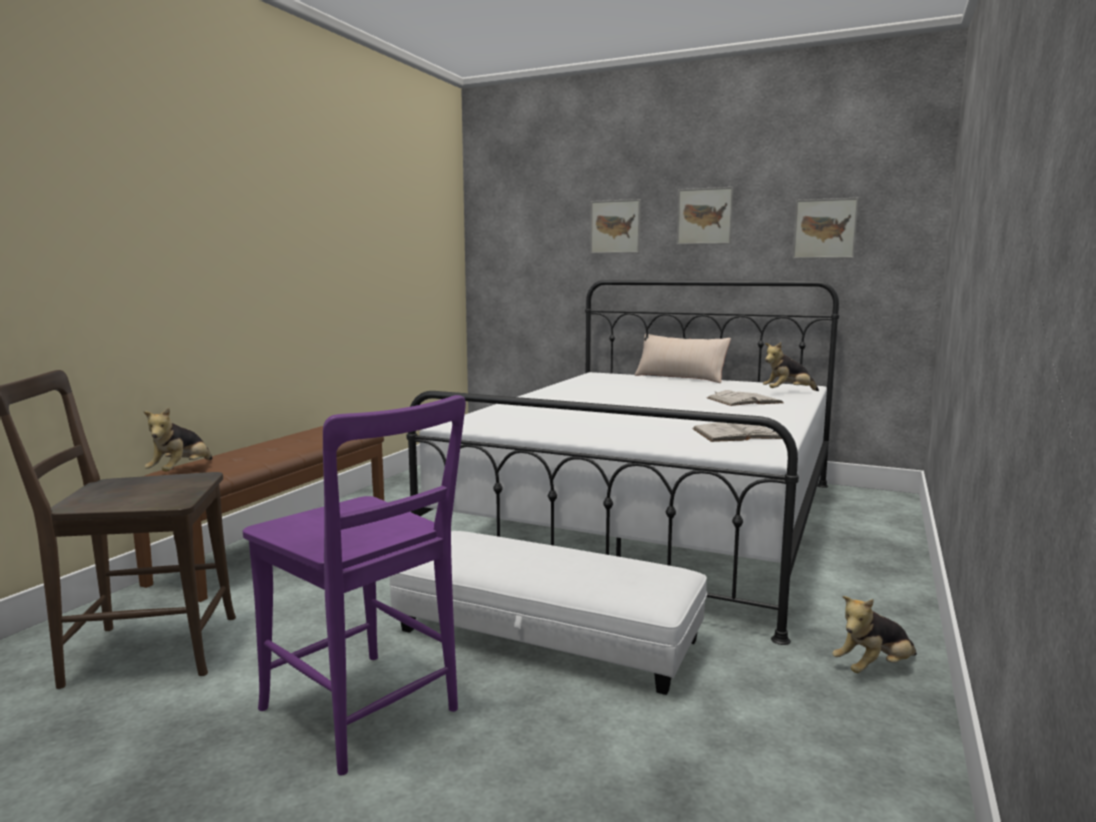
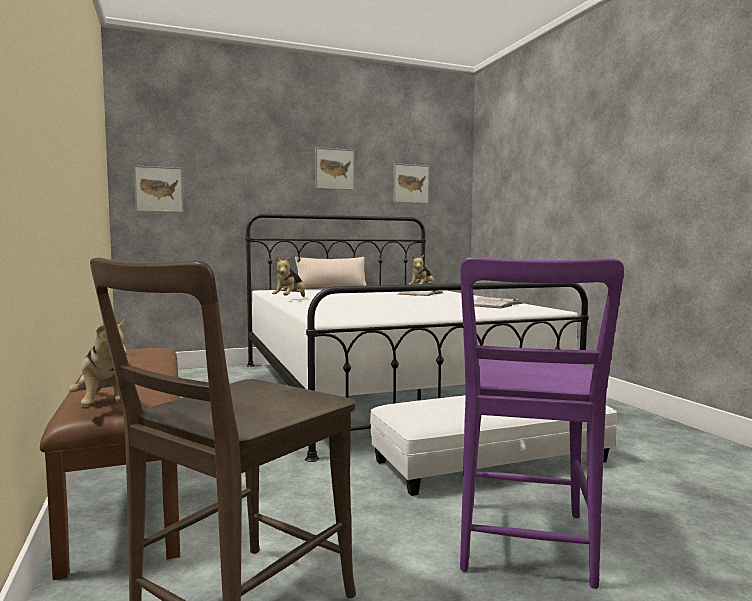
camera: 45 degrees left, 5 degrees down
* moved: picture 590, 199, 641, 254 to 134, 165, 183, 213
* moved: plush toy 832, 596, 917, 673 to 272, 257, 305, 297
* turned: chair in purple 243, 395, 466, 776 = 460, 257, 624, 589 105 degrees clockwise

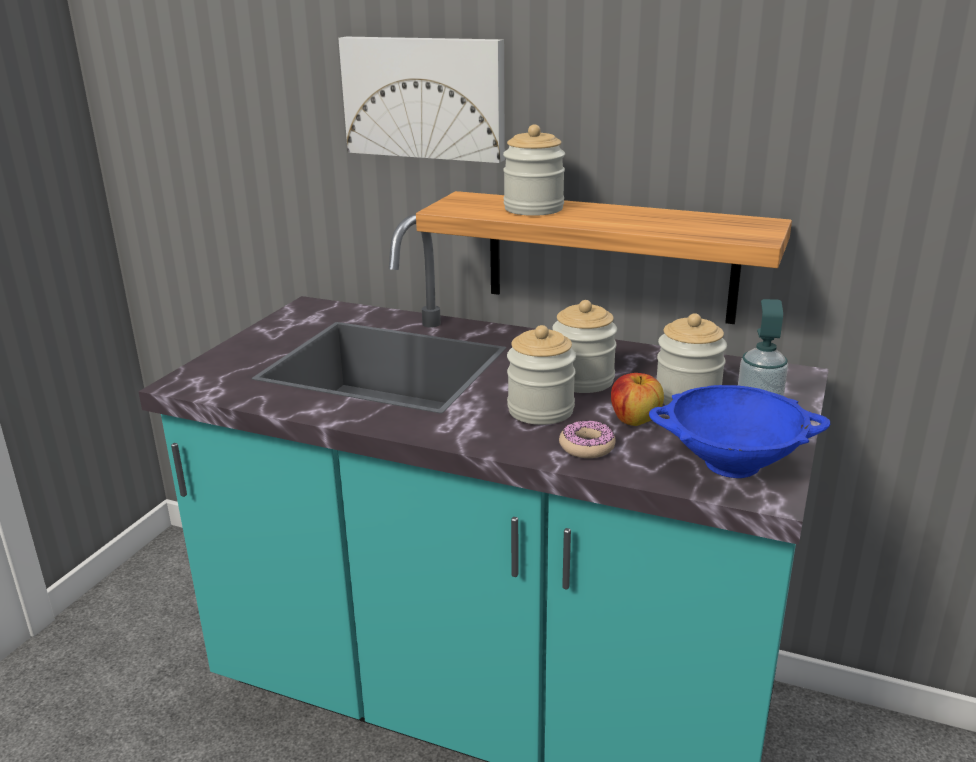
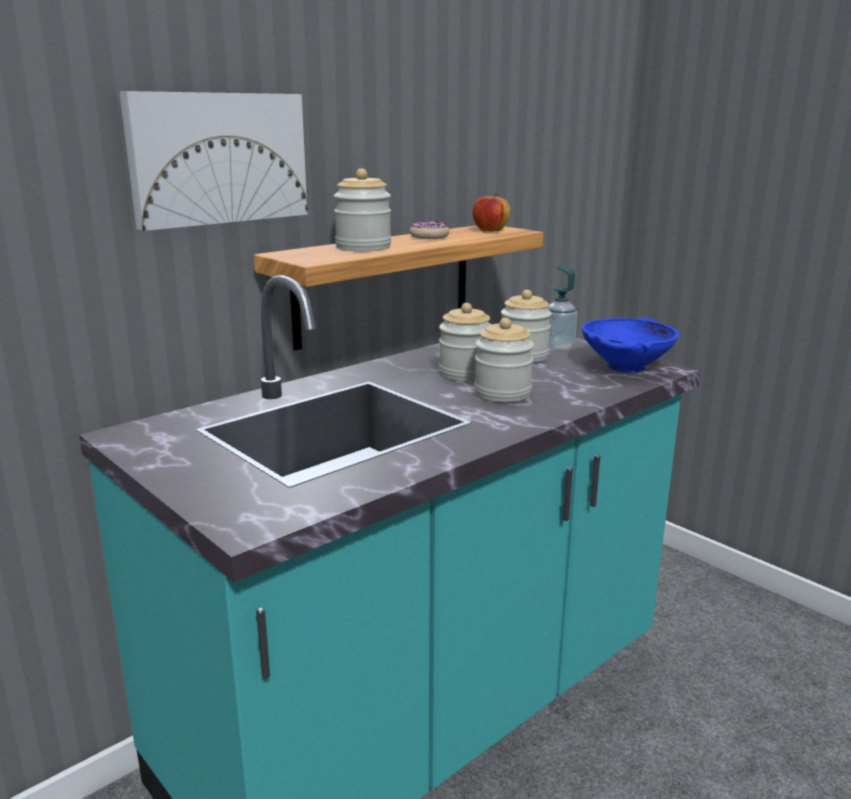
camera: 65 degrees left, 5 degrees down
* moved: donut 559, 420, 616, 458 to 410, 221, 450, 239
* moved: apple 611, 373, 664, 426 to 472, 192, 510, 232

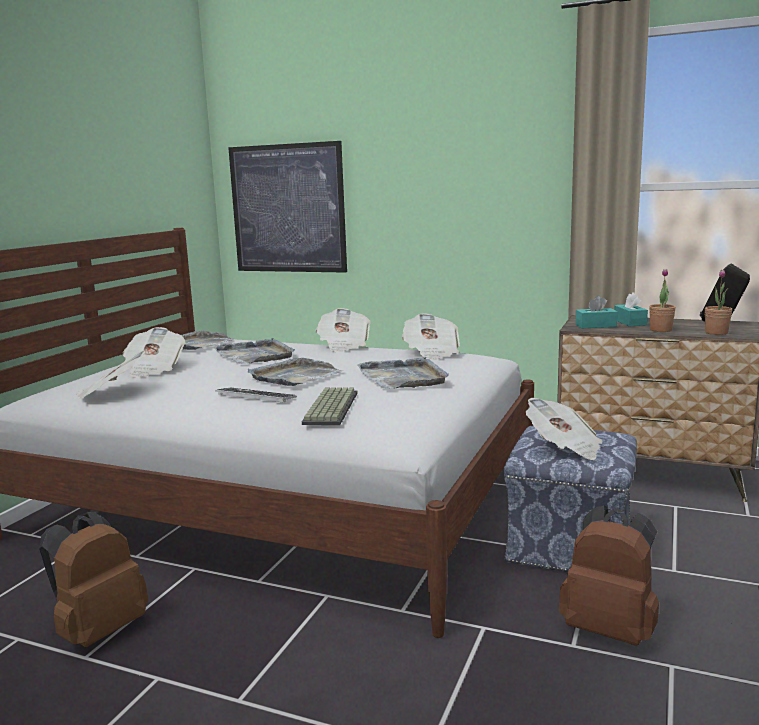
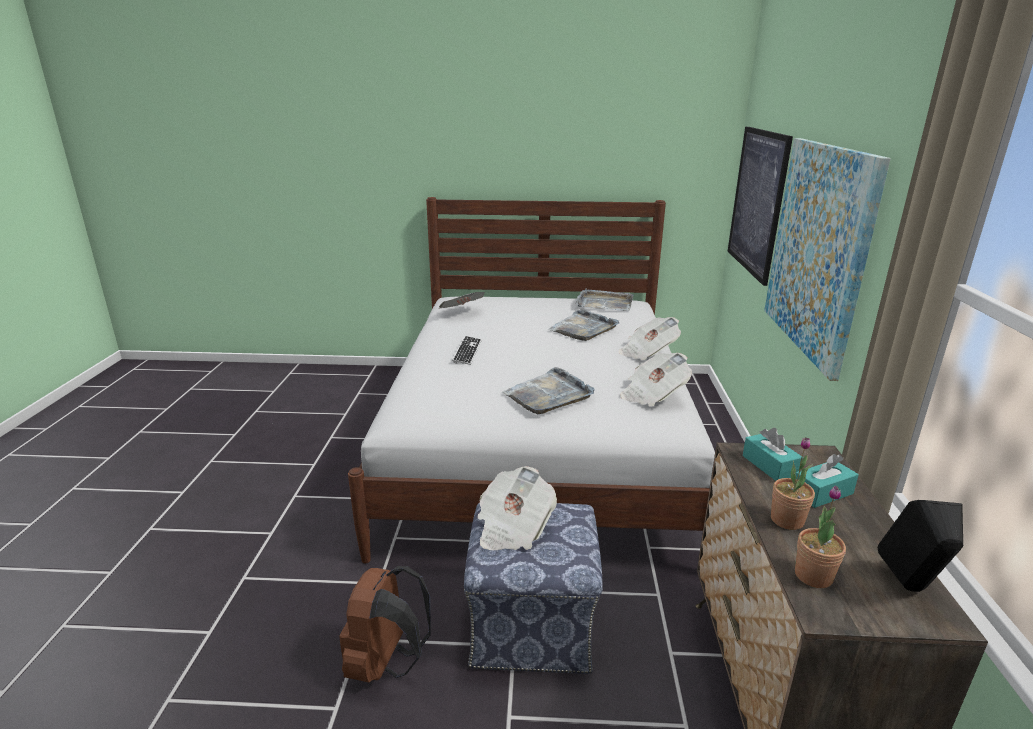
camera: 70 degrees right, 10 degrees up
* removed: backpack in brown 39, 512, 148, 647
* removed: newspaper 122, 327, 185, 378
* removed: tray in grey 247, 358, 343, 386
* removed: keyboard 302, 387, 357, 425
* added: picture 764, 138, 891, 381

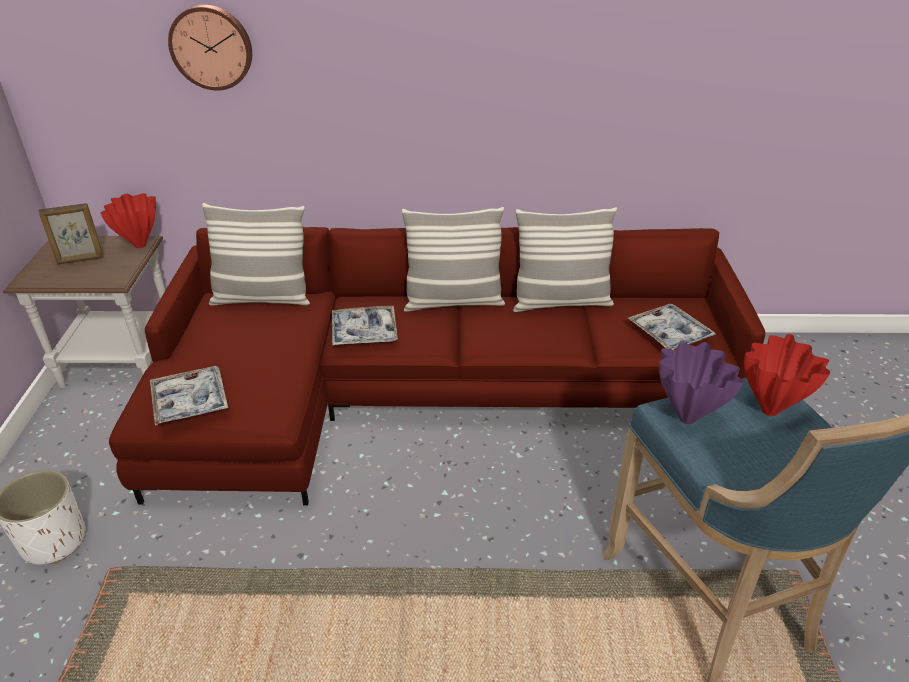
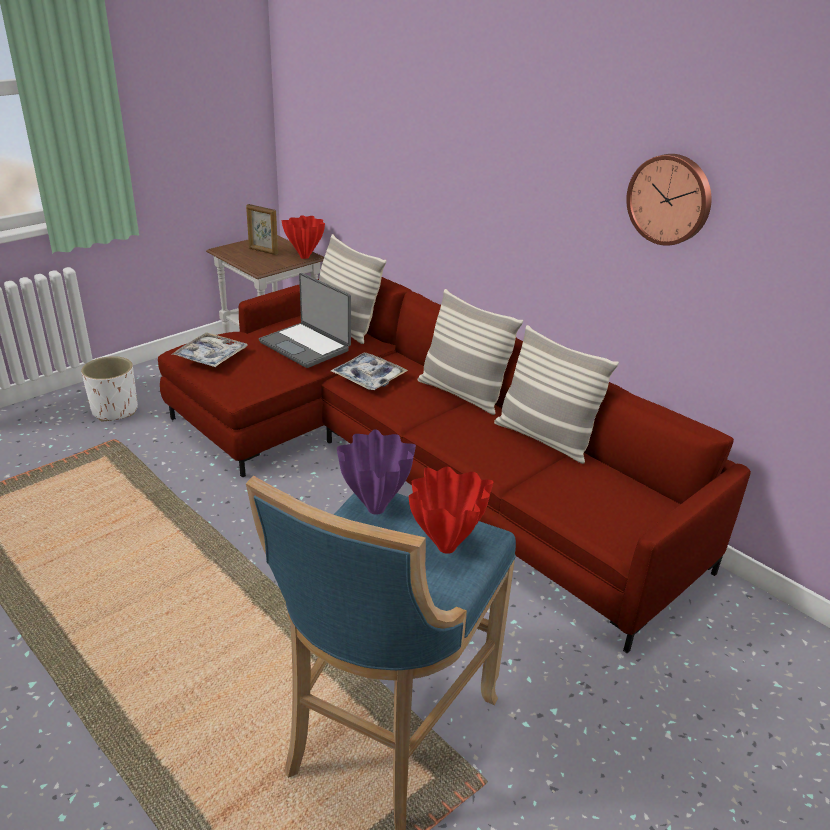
camera: 45 degrees right, 5 degrees down
* removed: tray 628, 304, 716, 350
* added: laptop 259, 273, 351, 368
* moved: wall clock 168, 5, 252, 90 to 626, 154, 711, 246

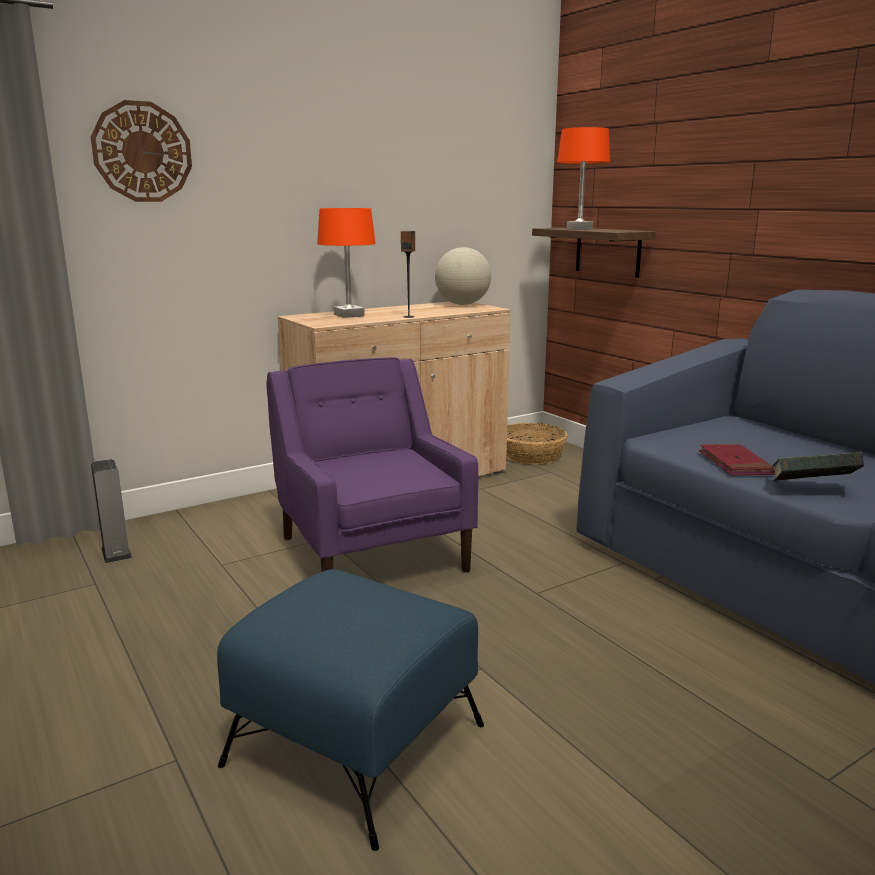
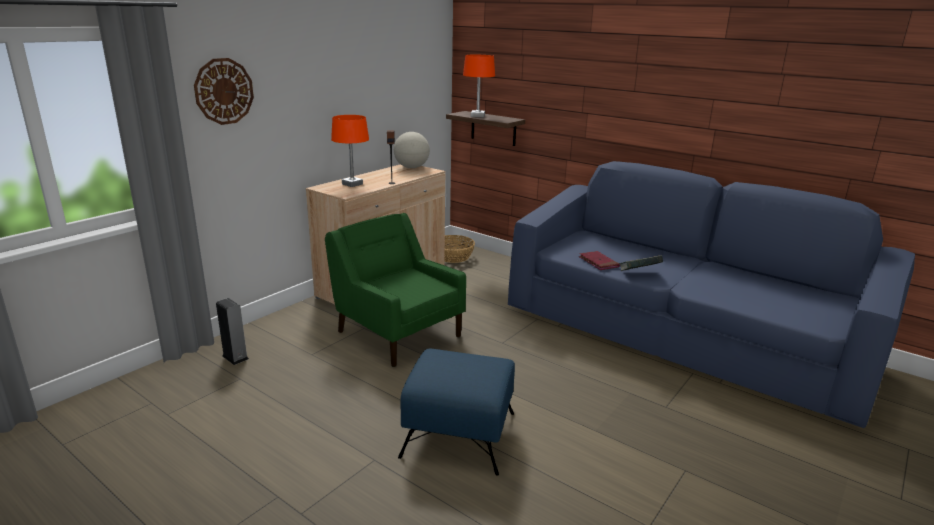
camera: 20 degrees left, 5 degrees up
* recoloured: armchair in purple 266, 357, 478, 573 to armchair in green 325, 213, 466, 367

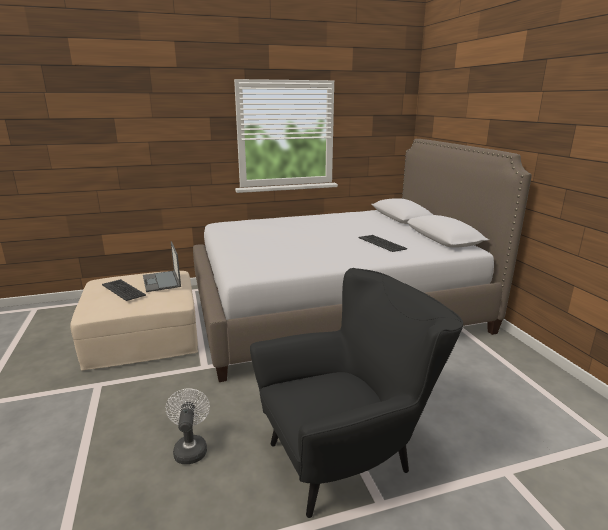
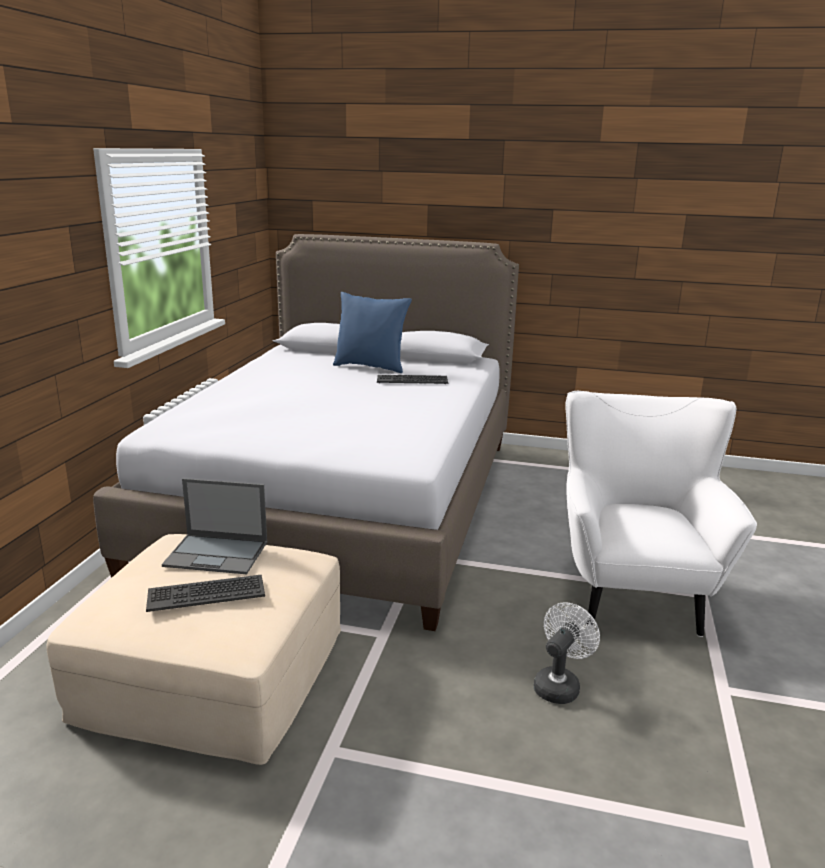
camera: 60 degrees left, 0 degrees up
* added: pillow in blue 333, 292, 412, 373
* recoloured: armchair in black 250, 268, 463, 518 to armchair in white 565, 391, 757, 637
* turned: fan in white 166, 388, 210, 464 = 534, 602, 600, 704 105 degrees clockwise

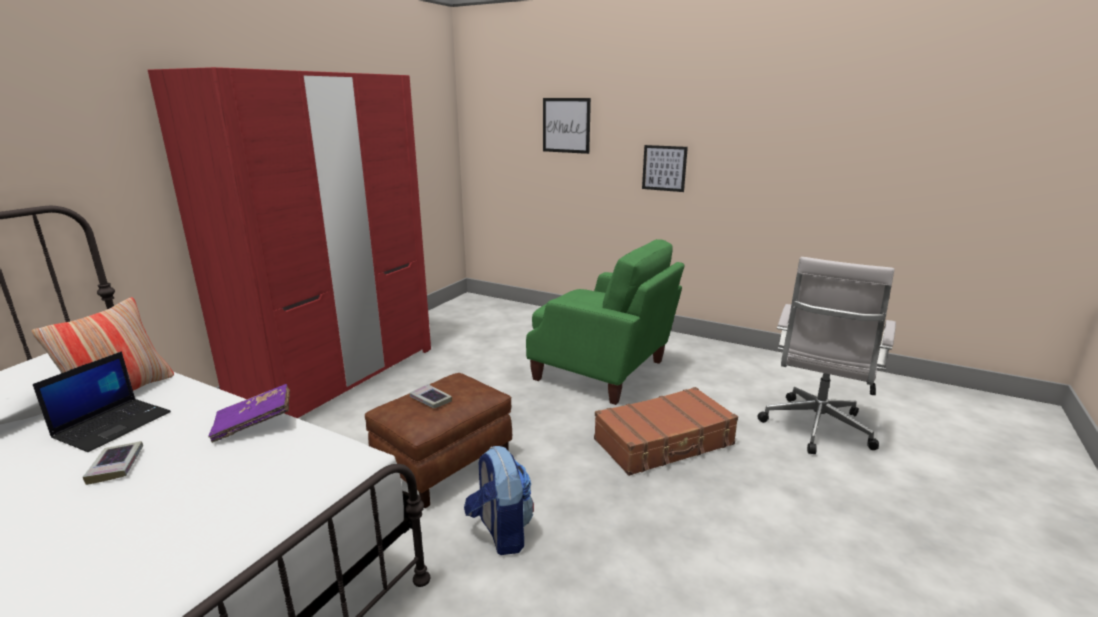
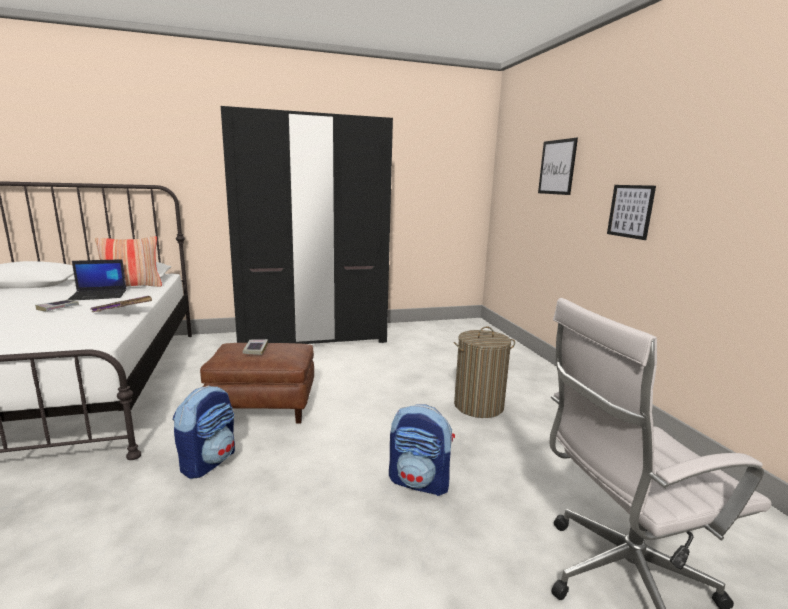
camera: 45 degrees right, 5 degrees down
* replaced: armchair in green 526, 239, 684, 405 to laundry basket 453, 326, 515, 418
* replaced: suitcase in brown 594, 387, 738, 476 to backpack 389, 404, 455, 496
* recoloured: wardrobe in red 148, 67, 431, 418 to wardrobe in black 221, 106, 393, 344

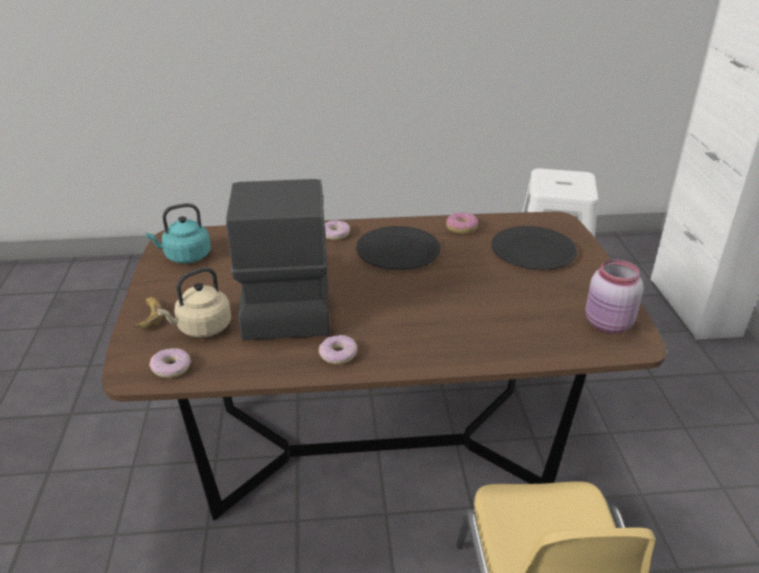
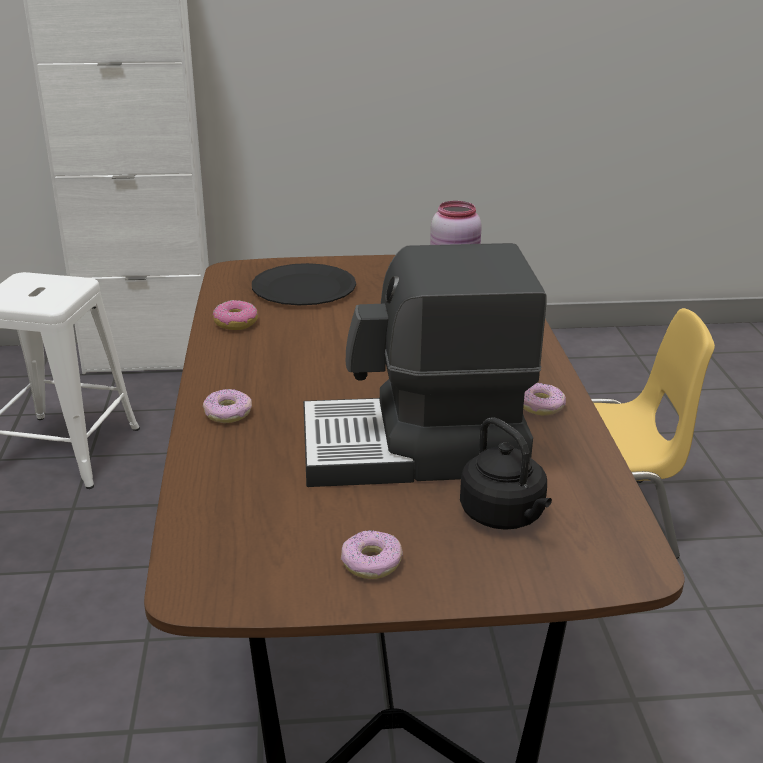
camera: 90 degrees left, 5 degrees down
* removed: banana 133, 297, 163, 329
* removed: kettle in turquoise 146, 203, 211, 264
* removed: plate in black 356, 226, 440, 270
* moved: donut 149, 348, 191, 378 to 341, 530, 403, 579
* recoloured: kettle in beige 157, 267, 231, 338 to kettle in black 460, 417, 552, 530

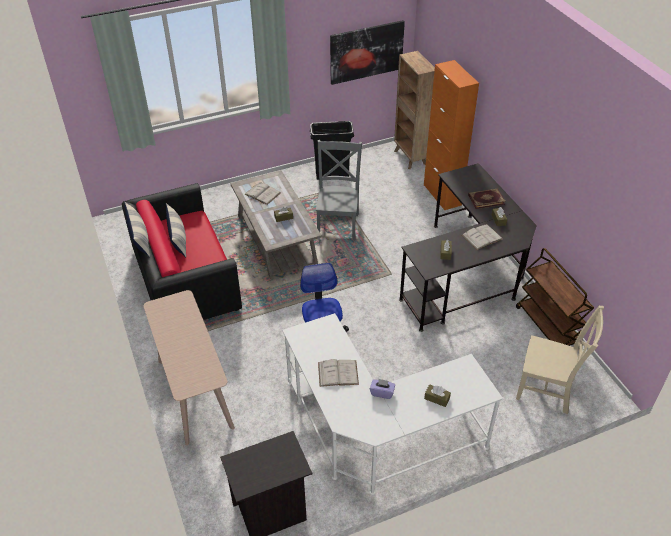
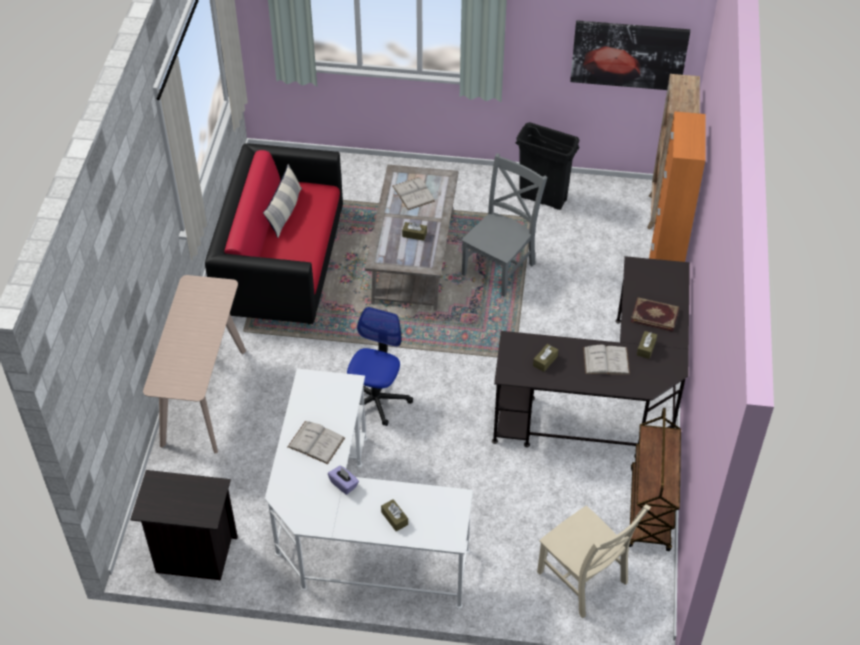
camera: 30 degrees right, 5 degrees up
* removed: pillow 124, 201, 150, 257

